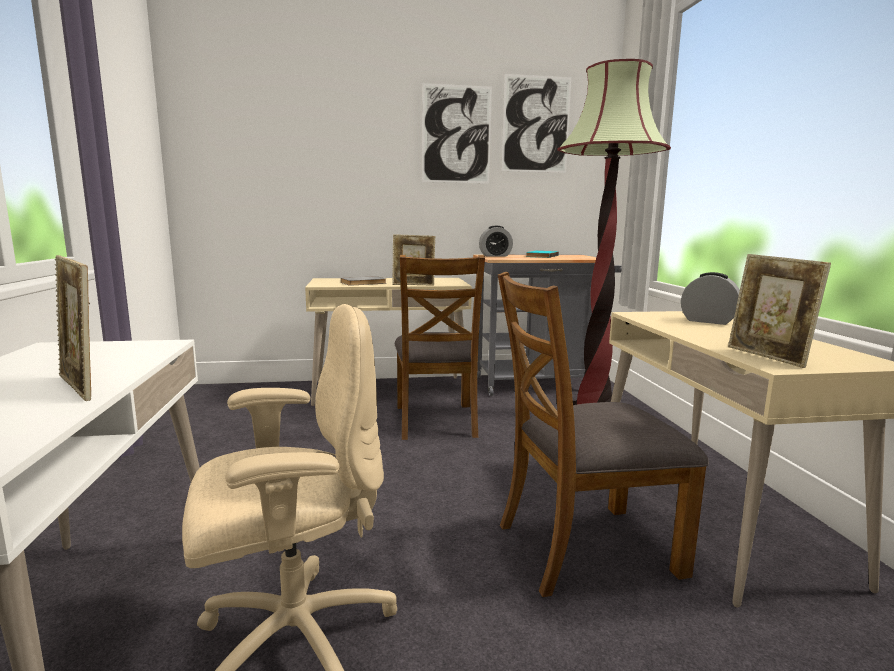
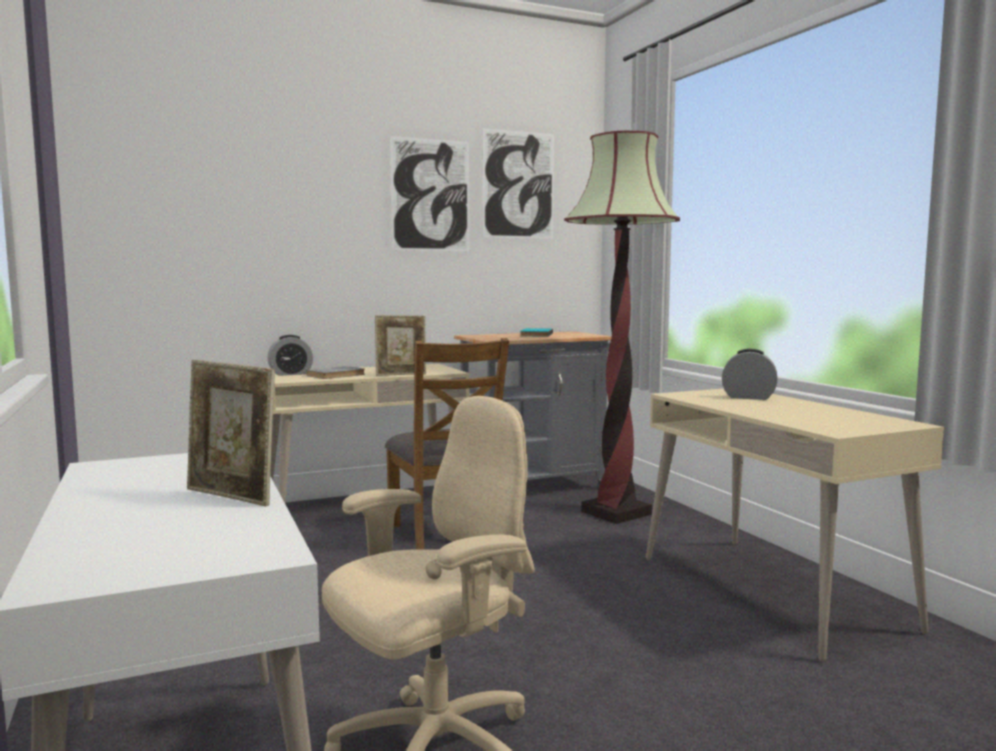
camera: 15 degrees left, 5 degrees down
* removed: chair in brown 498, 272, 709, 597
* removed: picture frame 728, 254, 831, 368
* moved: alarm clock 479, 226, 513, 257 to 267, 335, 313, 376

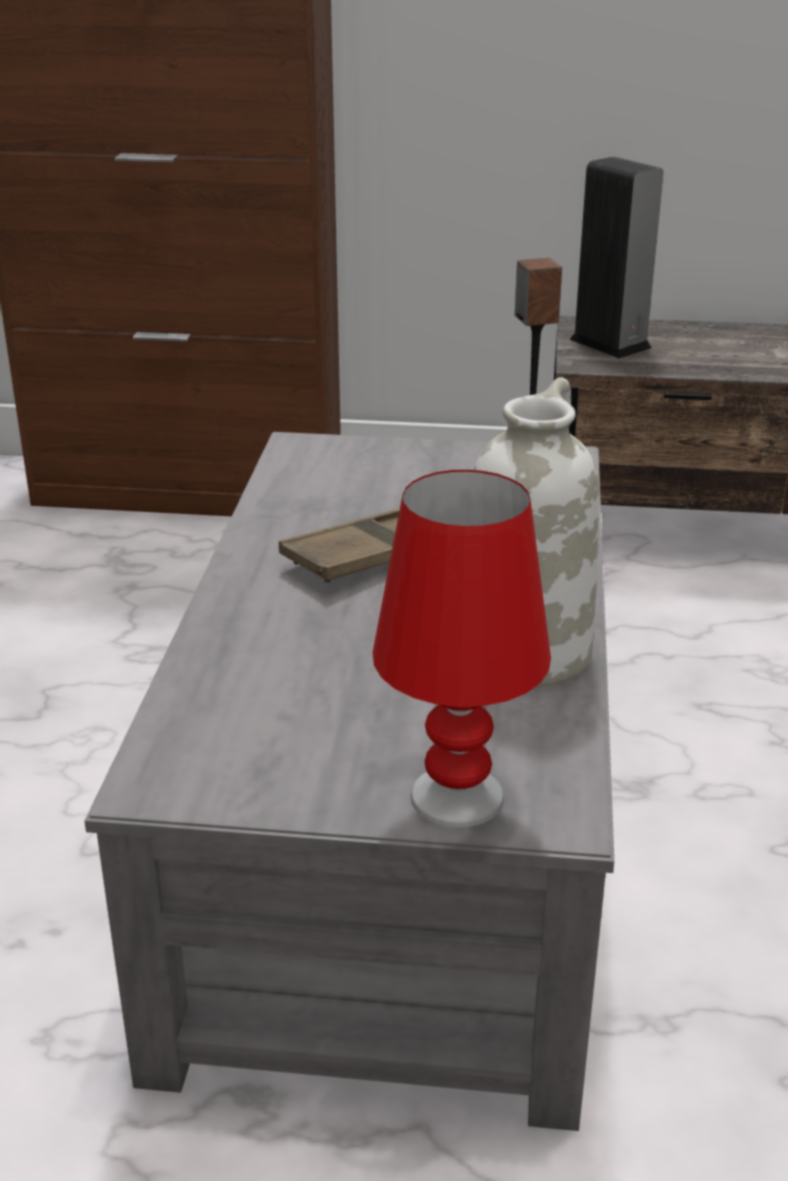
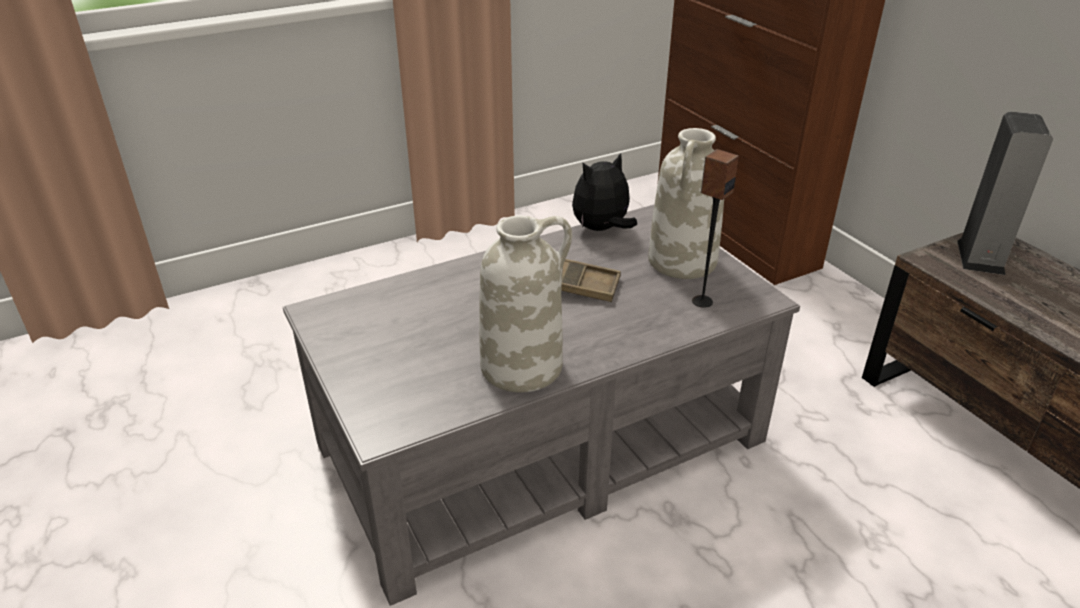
camera: 55 degrees right, 5 degrees up
* removed: table lamp in red 373, 470, 551, 828
* added: plush toy 572, 153, 637, 231
* added: vase in white 648, 128, 724, 279

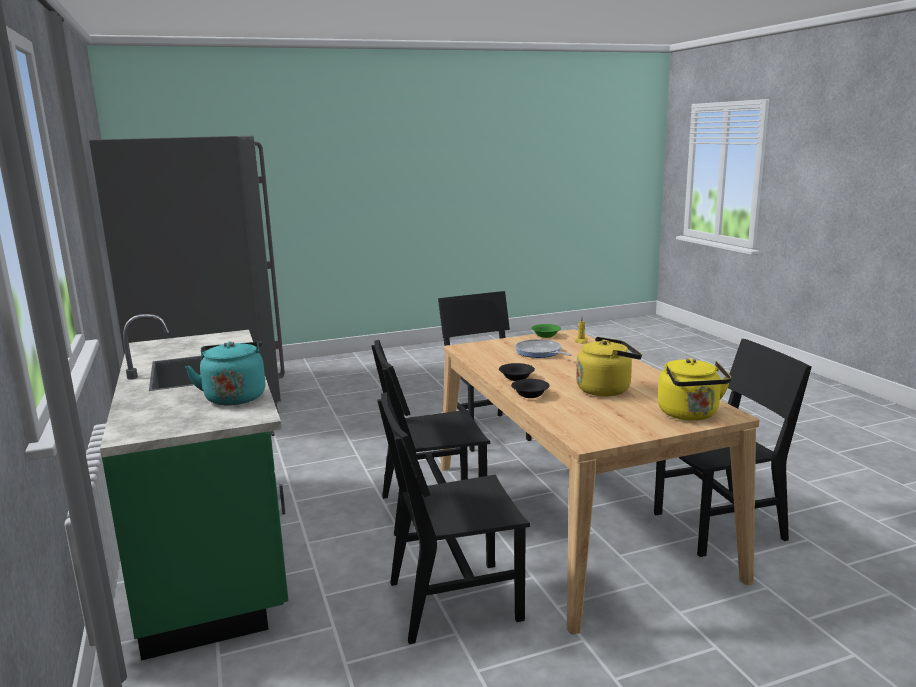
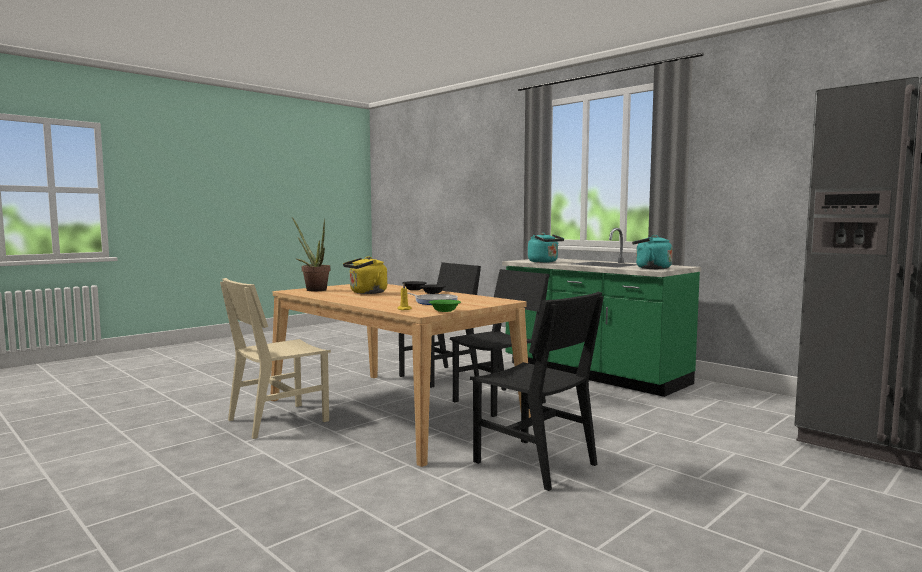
camera: 155 degrees right, 10 degrees down
* added: kettle in turquoise 632, 235, 673, 269
* replaced: kettle in yellow 658, 358, 731, 421 to potted plant 292, 217, 330, 291
* recoloured: chair in black 654, 339, 812, 557 to chair in beige 220, 278, 331, 439

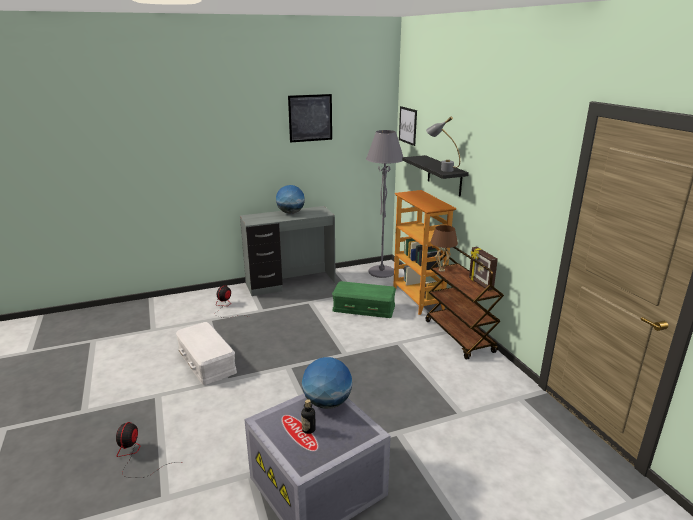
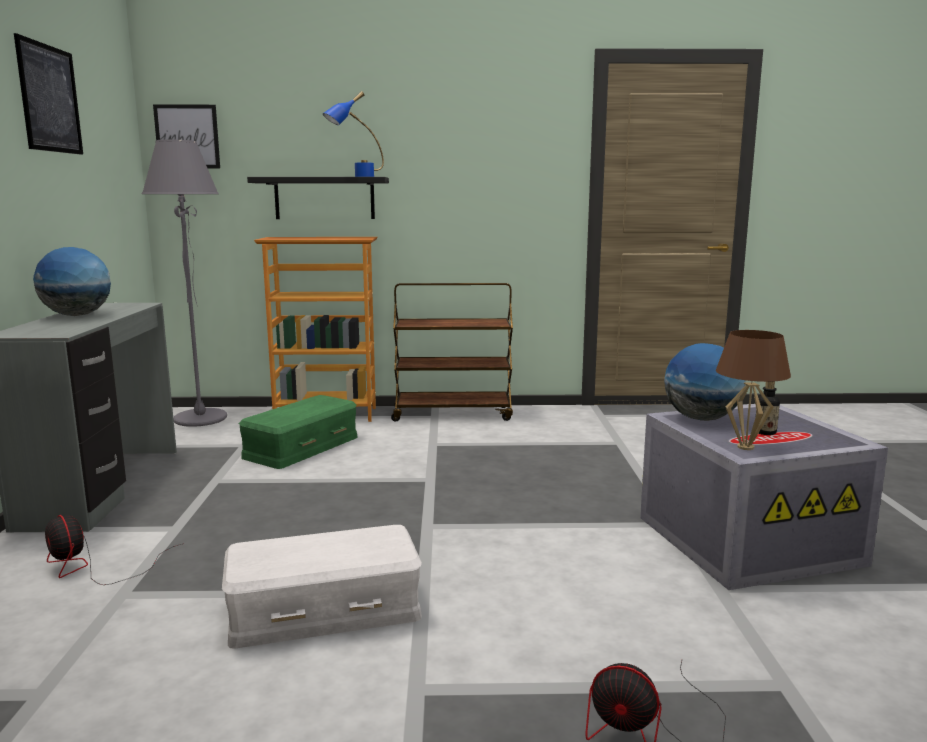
camera: 70 degrees left, 10 degrees down
* removed: picture frame 469, 247, 498, 291
* moved: table lamp in brown 430, 225, 458, 272 to 716, 330, 791, 450
* recoloured: table lamp in grey 426, 116, 460, 172 to table lamp in blue 323, 91, 384, 177

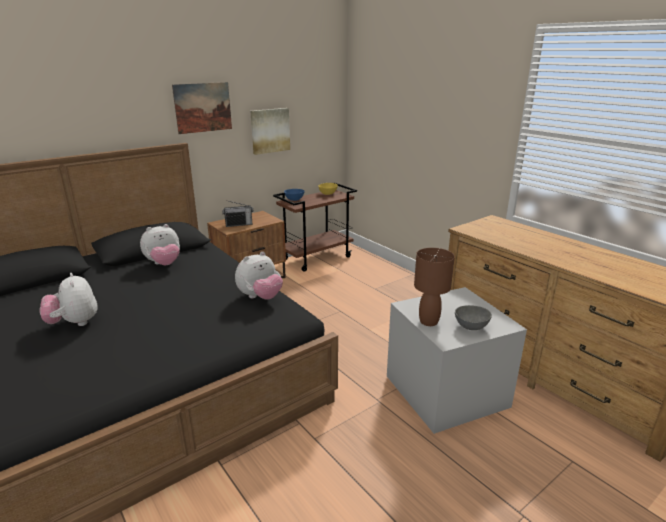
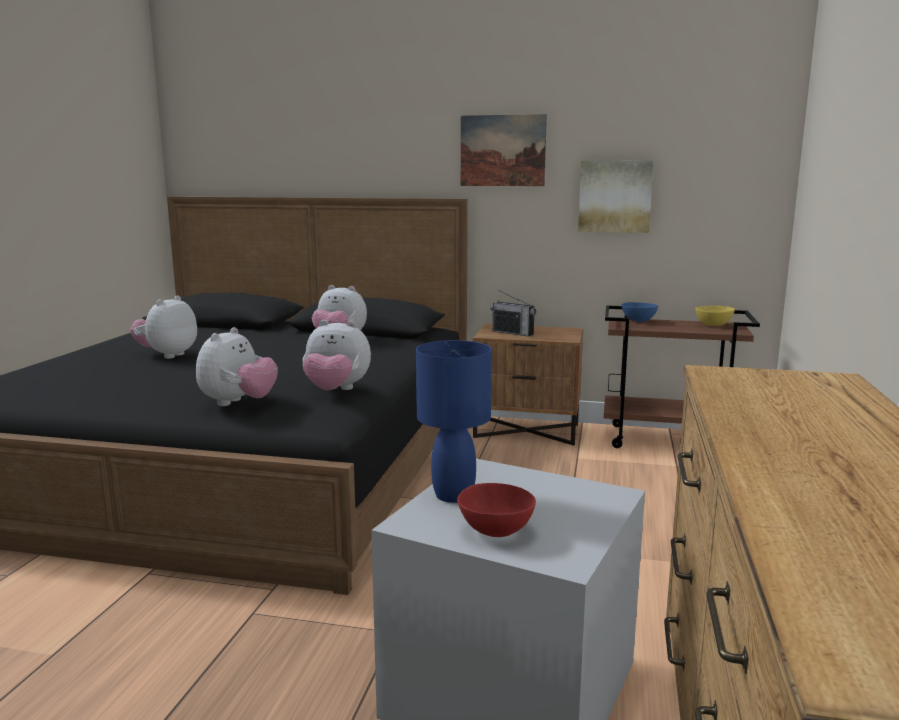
camera: 50 degrees right, 10 degrees down
* added: plush toy 196, 327, 278, 406
* recoloured: table lamp in brown 414, 248, 455, 326 to table lamp in blue 416, 340, 492, 503
* recoloured: bowl in grey 455, 305, 492, 330 to bowl in red 457, 483, 536, 537

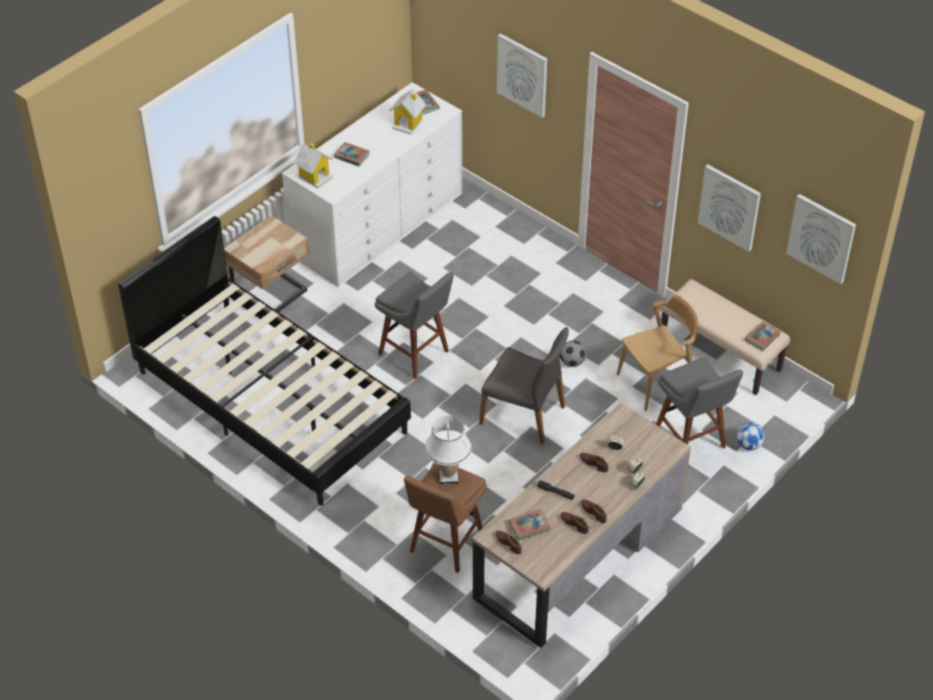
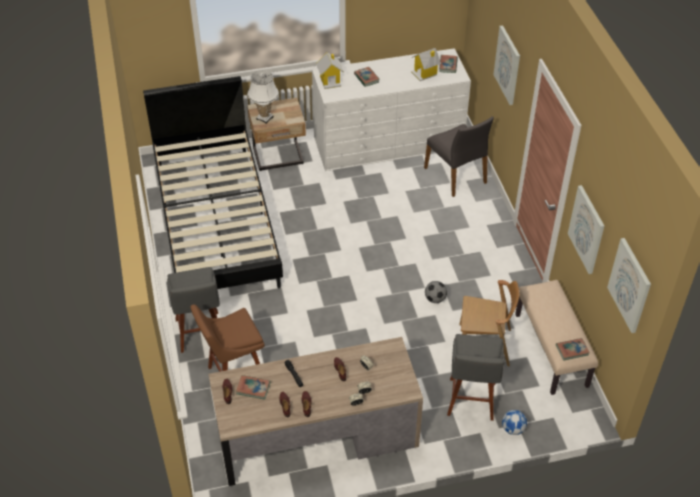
camera: 35 degrees right, 0 degrees up
* moved: stool in grey 375, 272, 454, 379 to 167, 267, 220, 353
* moved: table lamp in white 425, 416, 472, 484 to 247, 70, 279, 124
* moved: chair in grey 479, 327, 569, 444 to 424, 116, 494, 197

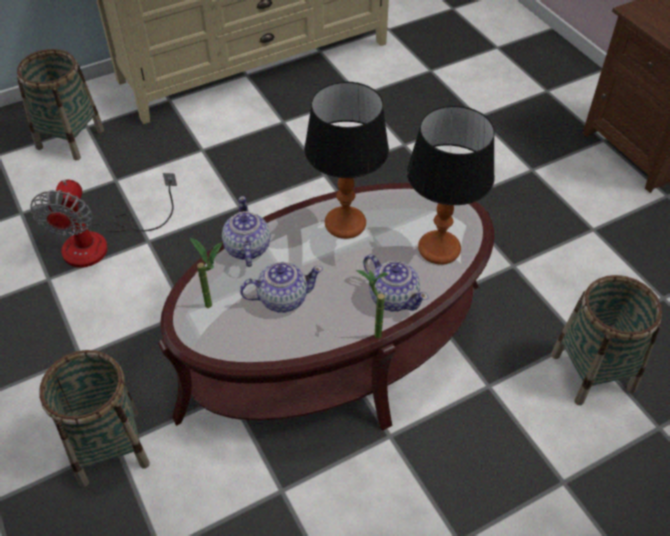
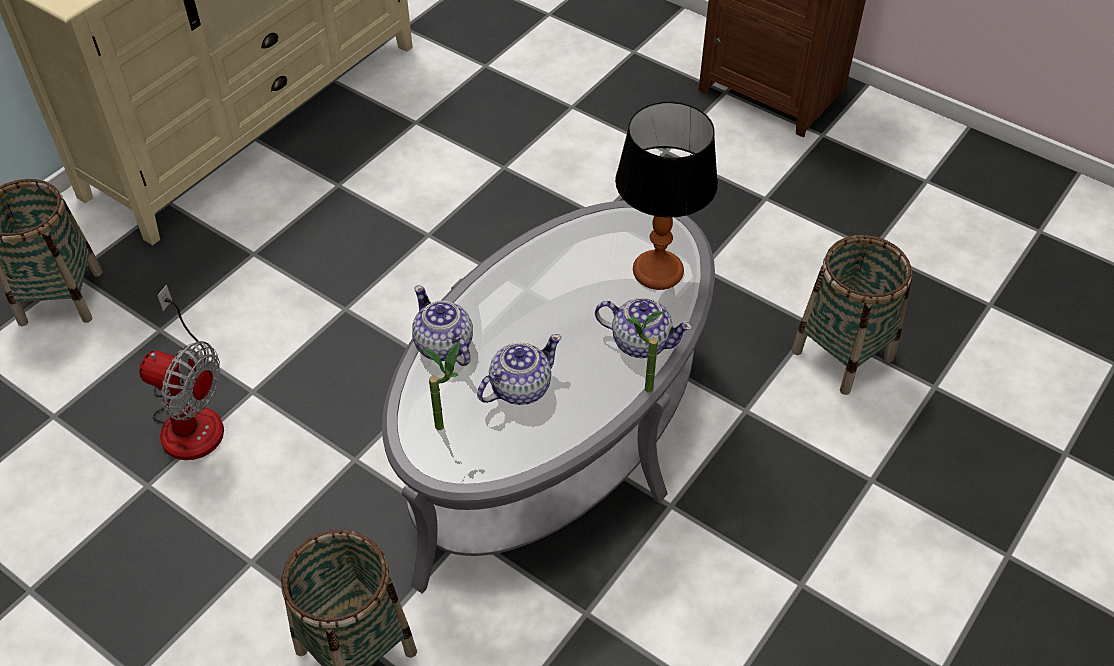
camera: 25 degrees left, 0 degrees up
* removed: table lamp 304, 82, 389, 239
* recoloured: coffee table in brown 158, 183, 494, 431 to coffee table in grey 382, 200, 715, 594
* turned: fan 30, 173, 177, 268 = 139, 285, 224, 460 45 degrees counterclockwise

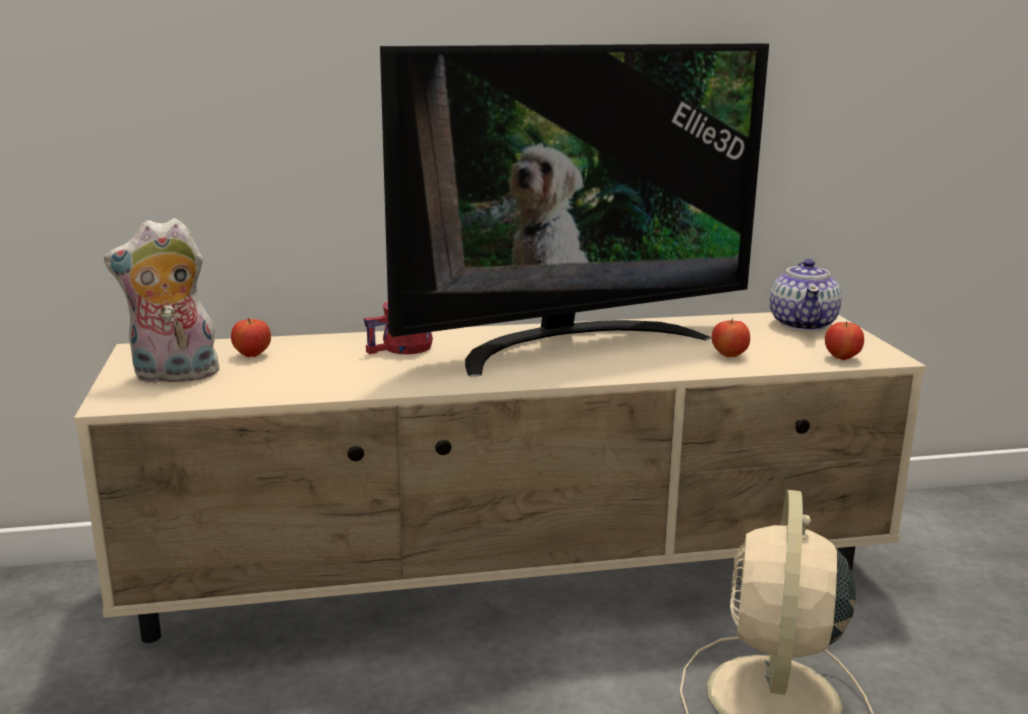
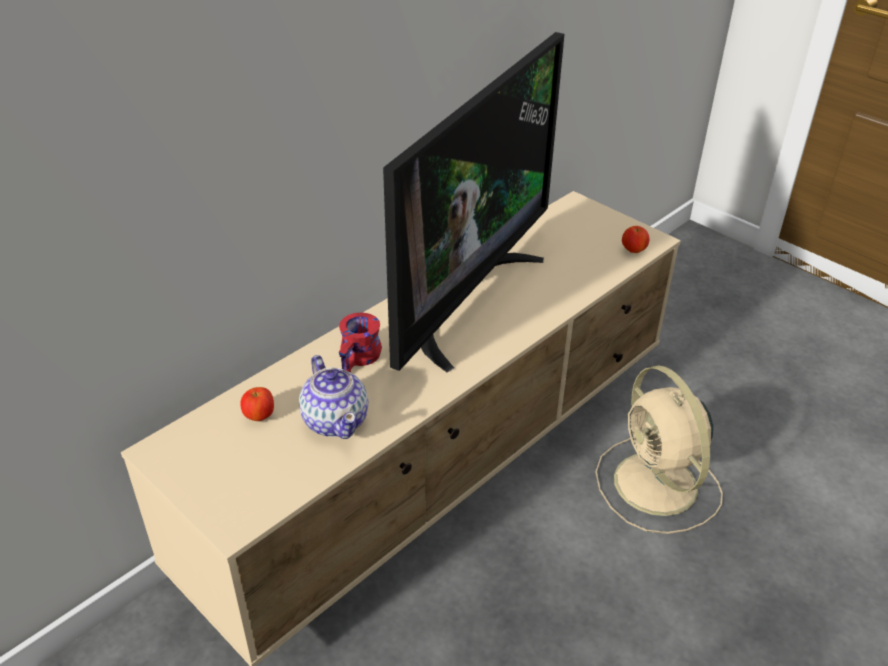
camera: 35 degrees left, 20 degrees up
* removed: plush toy 104, 218, 221, 383
* removed: apple 712, 318, 750, 358
* moved: teapot 770, 259, 842, 331 to 299, 355, 368, 439

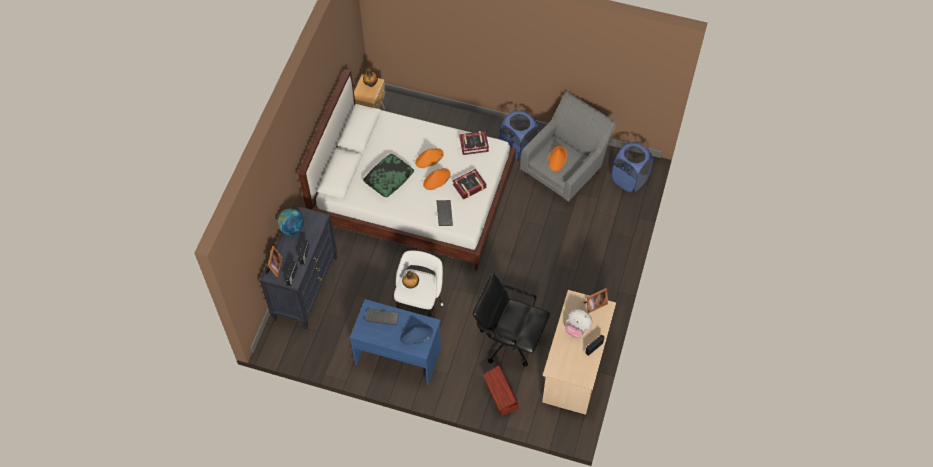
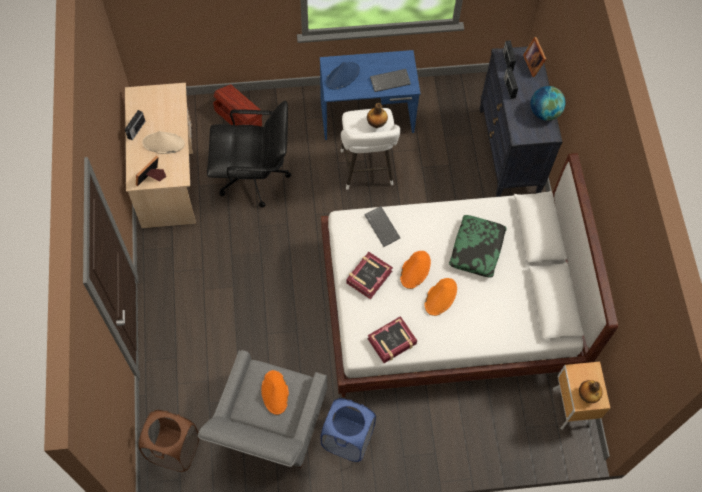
camera: 155 degrees right, 5 degrees up
* replaced: plush toy 565, 309, 592, 338 to hat in beige 142, 131, 185, 154
* recoloured: laundry basket in blue 612, 142, 653, 193 to laundry basket in brown 138, 410, 199, 472

